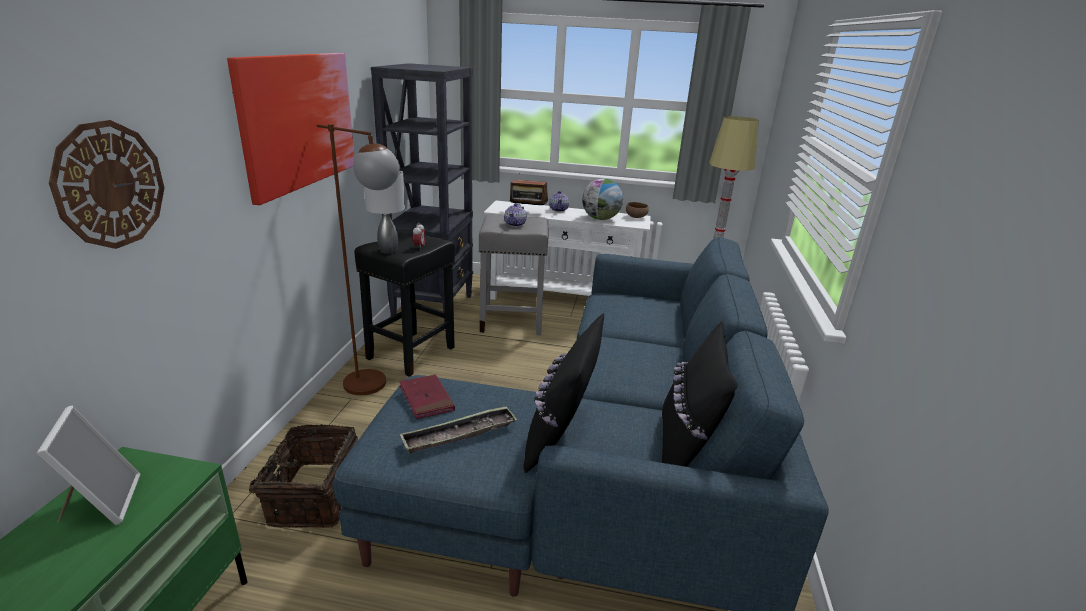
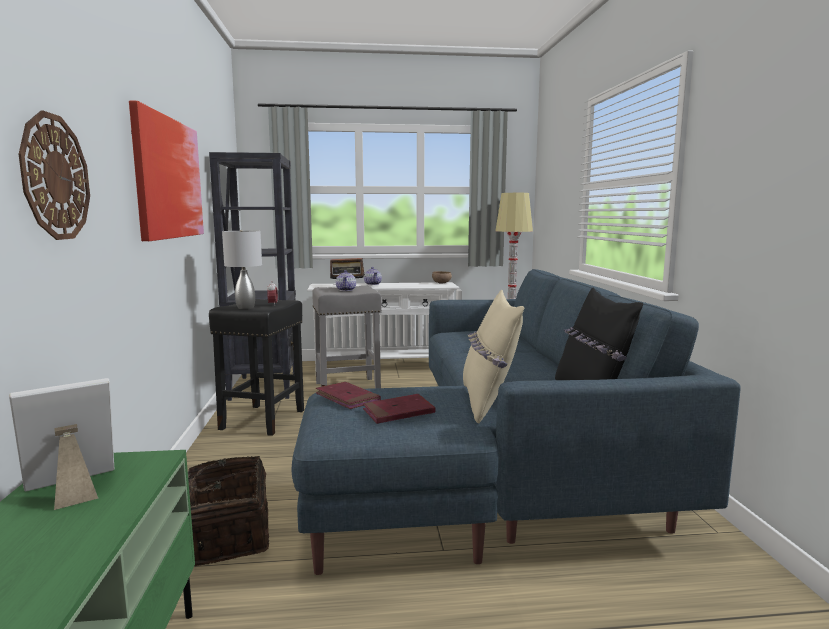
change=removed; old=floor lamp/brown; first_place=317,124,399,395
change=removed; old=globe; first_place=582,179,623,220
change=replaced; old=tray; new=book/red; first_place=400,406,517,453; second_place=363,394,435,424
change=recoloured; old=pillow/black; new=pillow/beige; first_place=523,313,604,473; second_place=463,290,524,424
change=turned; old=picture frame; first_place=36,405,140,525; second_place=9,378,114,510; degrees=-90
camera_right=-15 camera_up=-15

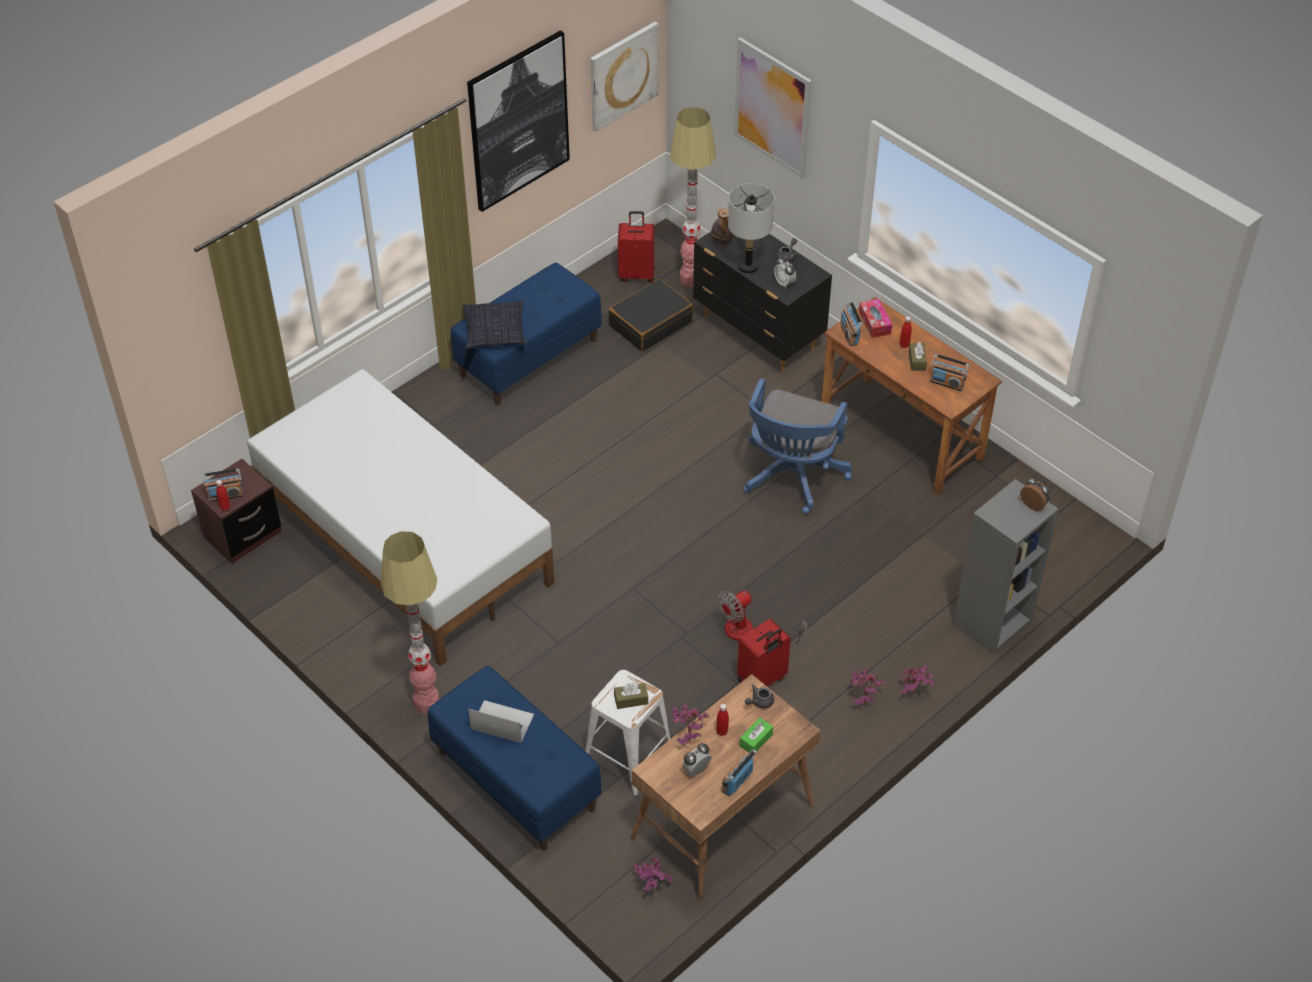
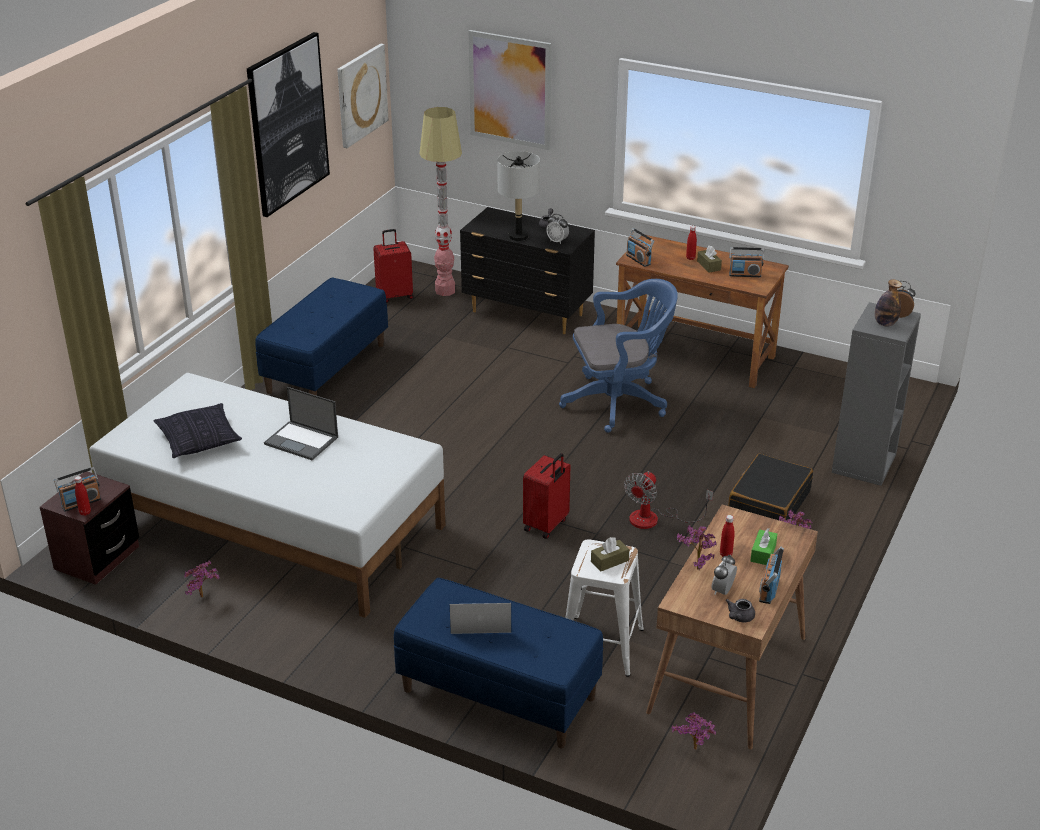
change=removed; old=floor lamp; first_place=381,531,439,714
change=removed; old=tissue box; first_place=859,299,892,338
change=added; new=laptop; second_place=264,387,338,460
change=moved; old=pillow; first_place=462,300,527,349; second_place=154,403,242,458
change=moved; old=suitcase/black; first_place=608,279,693,352; second_place=728,454,813,521
change=moved; old=bottle; first_place=711,208,733,246; second_place=875,279,902,327
change=moved; old=suitcase/red; first_place=737,619,791,687; second_place=523,453,570,539
change=moved; old=teapot/grey; first_place=745,684,774,709; second_place=725,599,755,622
change=moved; old=potted plant; first_place=900,665,934,695; second_place=184,561,220,598
change=turned; old=office chair/blue; first_place=743,378,852,514; second_place=559,279,678,433; degrees=-105
camera_right=-20 camera_up=-15

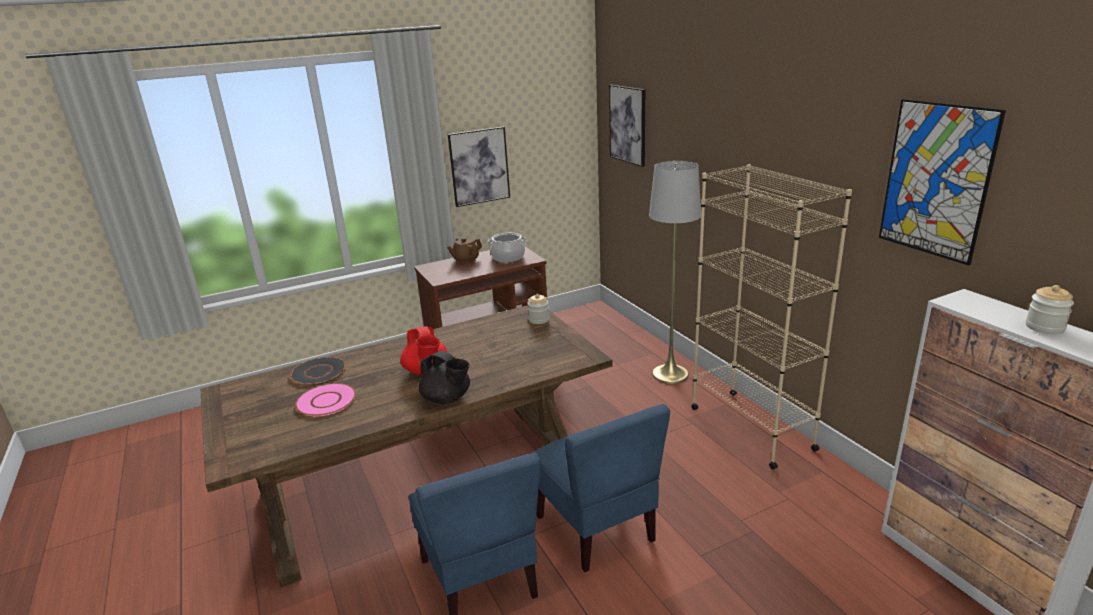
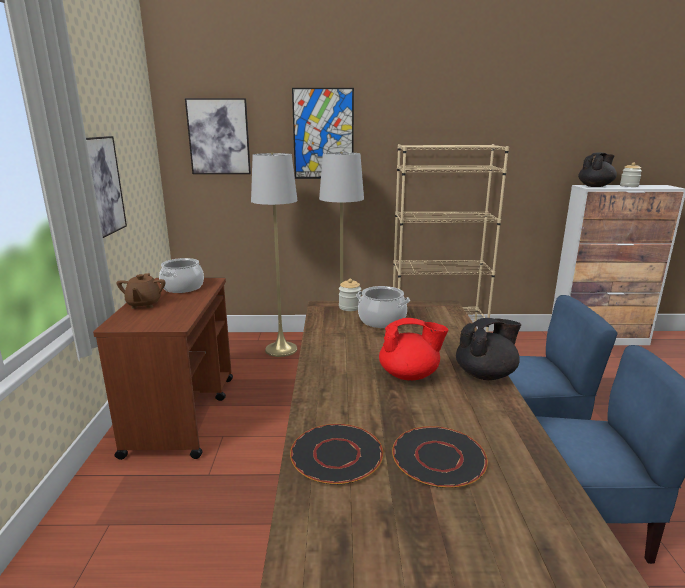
change=added; new=floor lamp/grey; second_place=251,153,298,357
change=added; new=cooking pot; second_place=356,286,410,328
change=added; new=teapot/black; second_place=578,152,617,187
change=moved; old=picture; first_place=879,99,1006,265; second_place=292,88,354,179
change=recoloured; old=plate/pink; new=plate/black; first_place=295,383,356,416; second_place=392,426,488,488
camera_right=-65 camera_up=-5

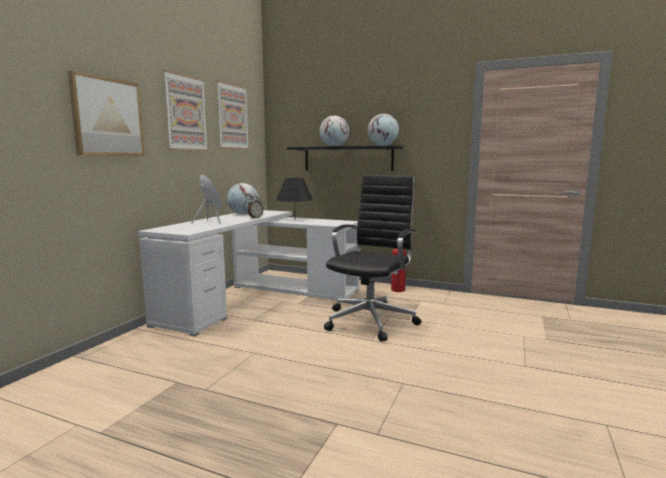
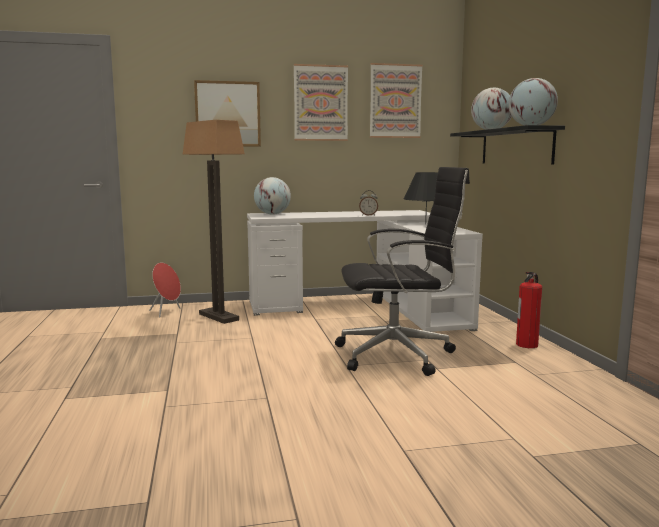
change=added; new=floor lamp; second_place=182,120,245,324
change=moved; old=speaker/red; first_place=191,174,222,224; second_place=149,263,181,318
change=moved; old=globe; first_place=227,183,259,214; second_place=254,177,291,215
camera_right=55 camera_up=0

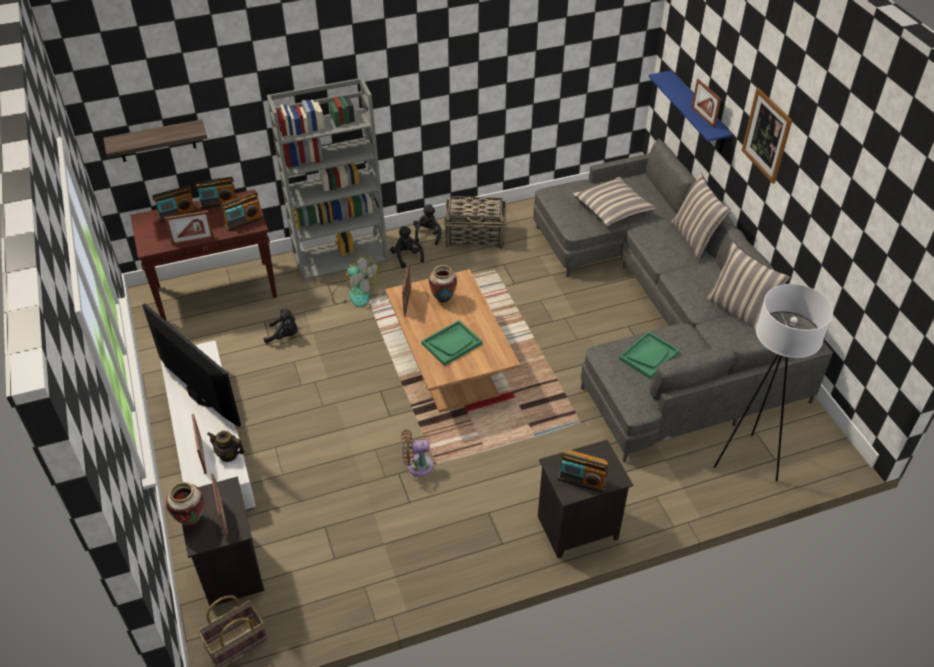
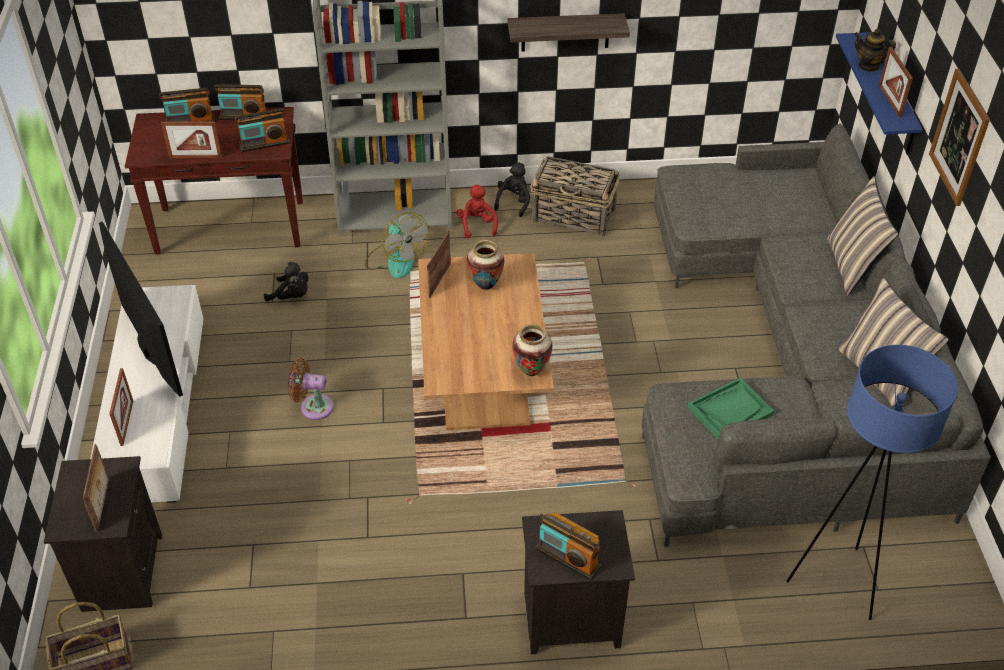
change=removed; old=tray/green; first_place=421,320,482,366
change=removed; old=pillow; first_place=572,177,656,227
change=moved; old=shelf; first_place=104,119,207,162; second_place=508,13,630,51
change=moved; old=vase; first_place=166,482,204,525; second_place=512,324,553,376
change=moved; old=teapot; first_place=207,431,245,462; second_place=854,29,896,72
change=moved; old=fan/brown; first_place=401,430,434,476; second_place=288,358,334,420
change=recoloured; old=plush toy/black; new=plush toy/red; first_place=390,226,424,268; second_place=456,185,498,239
change=recoloured; old=floor lamp/white; new=floor lamp/blue; first_place=714,284,833,481; second_place=786,345,958,620
camera_right=15 camera_up=0

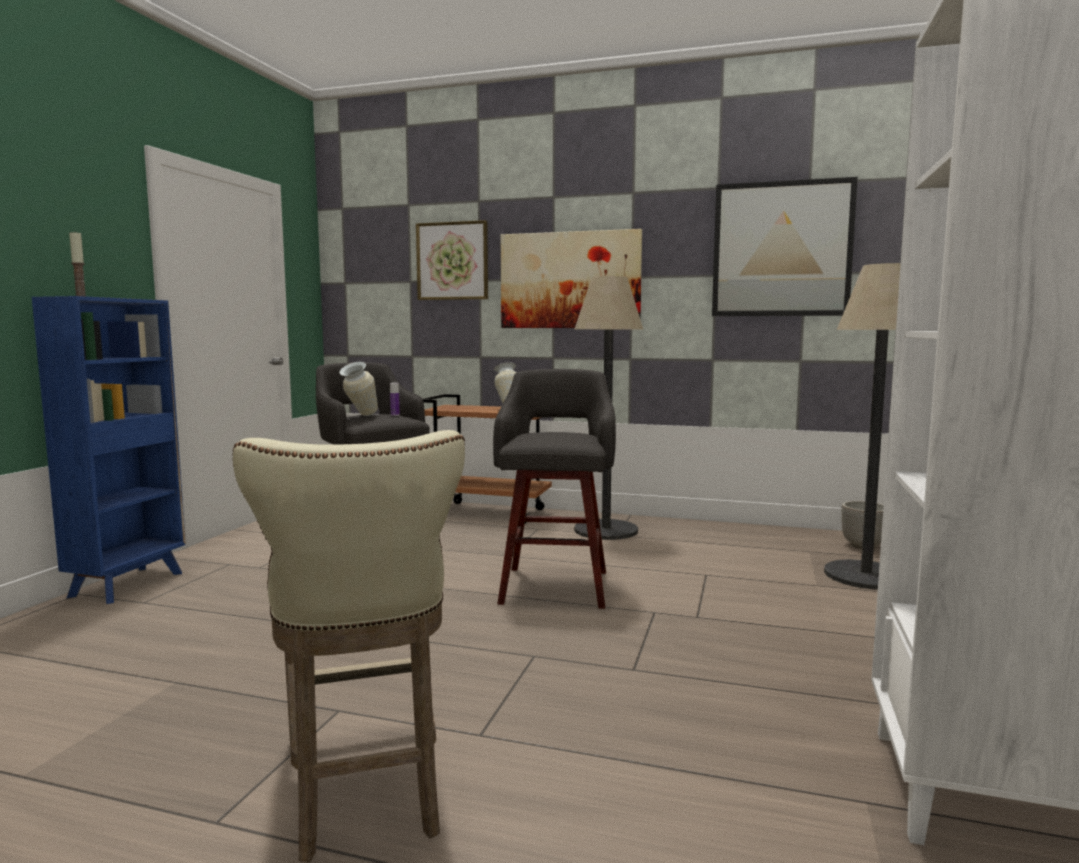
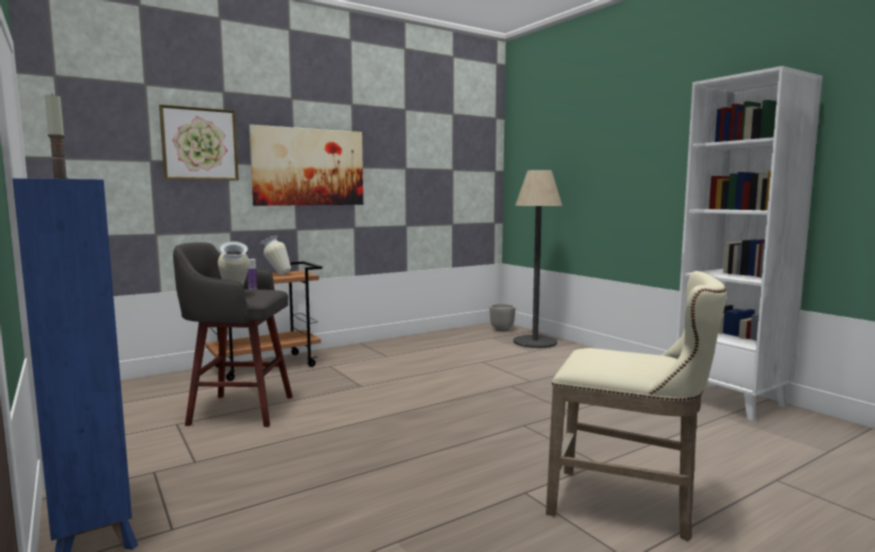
change=removed; old=stool/grey; first_place=493,369,616,609
change=removed; old=floor lamp; first_place=574,276,643,540
change=removed; old=picture; first_place=712,177,858,316
camera_right=-50 camera_up=0

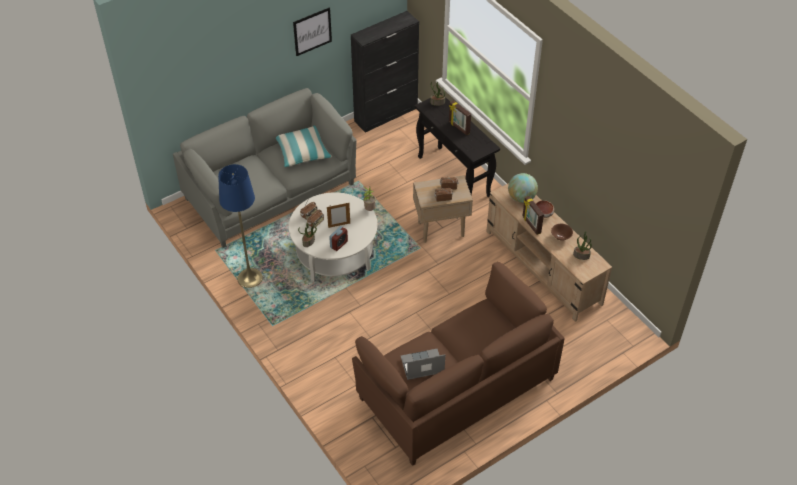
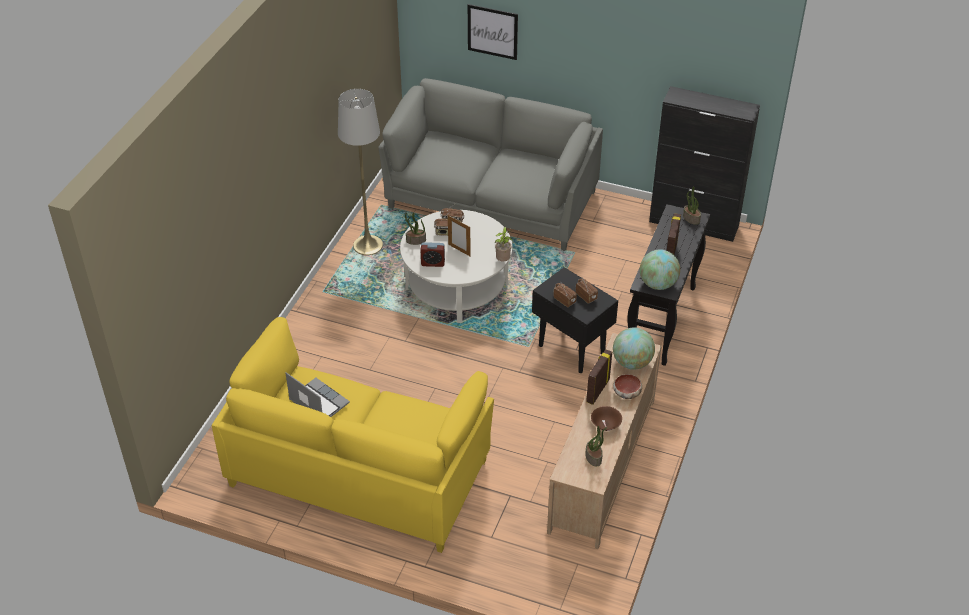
change=removed; old=pillow; first_place=276,125,332,167
change=added; new=globe; second_place=640,249,680,290
change=moved; old=picture; first_place=293,8,332,56; second_place=468,4,518,60
change=recoloured; old=floor lamp/blue; new=floor lamp/grey; first_place=218,164,263,288; second_place=338,89,383,255
change=recoloured; old=sofa/brown; new=sofa/yellow; first_place=352,262,565,466; second_place=212,317,494,553
change=recoloured; old=side table/beige; new=side table/black; first_place=413,175,473,243; second_place=532,267,618,373
camera_right=55 camera_up=-5

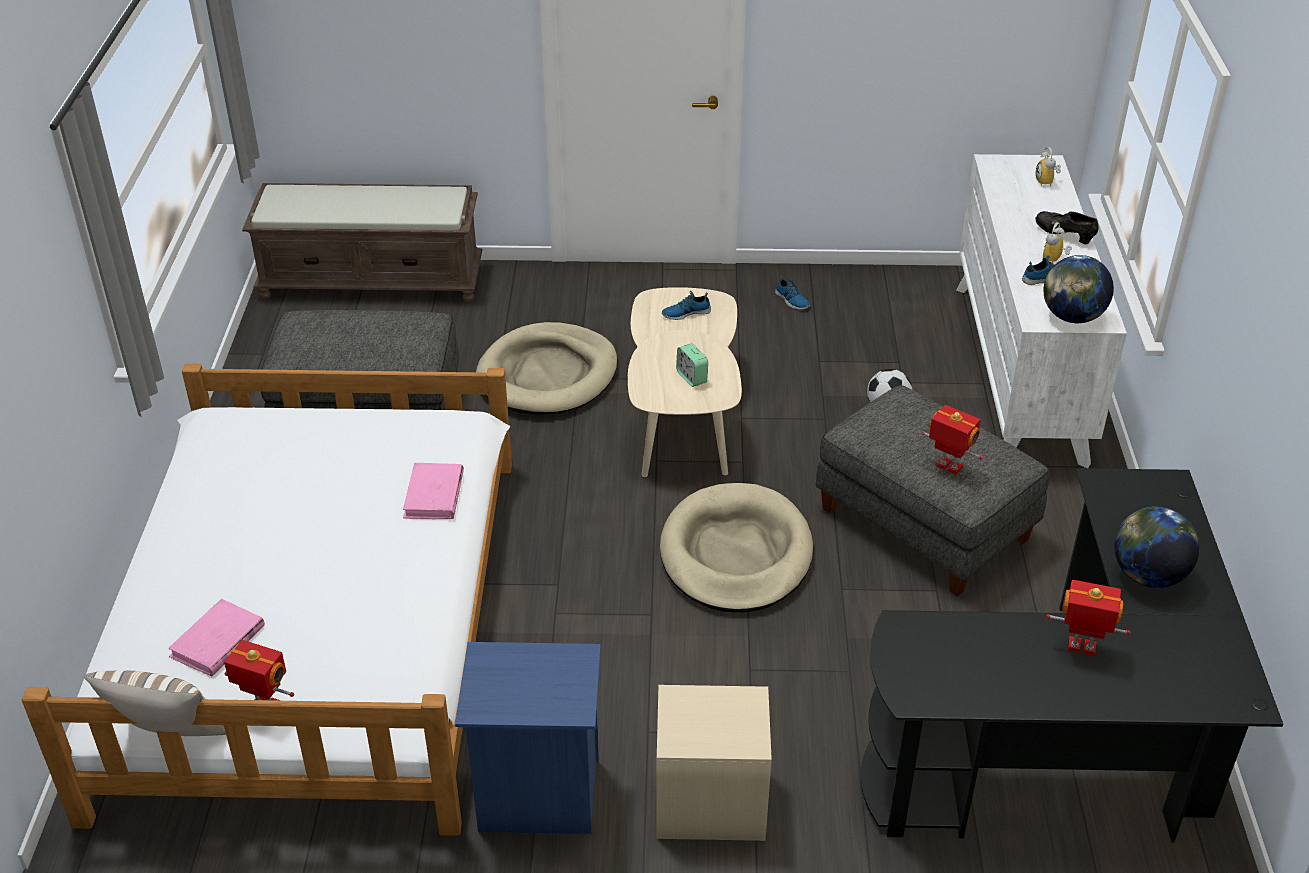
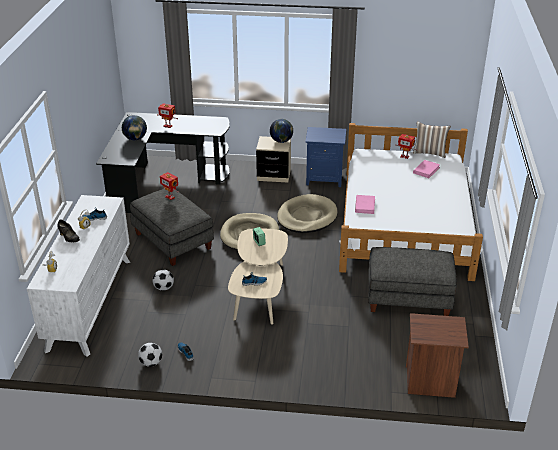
change=added; new=football; second_place=138,343,162,367
change=moved; old=dog bed/beige; first_place=476,322,617,415; second_place=277,194,338,233
change=moved; old=globe; first_place=1044,255,1114,323; second_place=270,119,293,143
change=replaced; old=bench/brown; new=nightstand/brown; first_place=242,183,482,302; second_place=406,313,469,398
camera_right=-175 camera_up=-5

